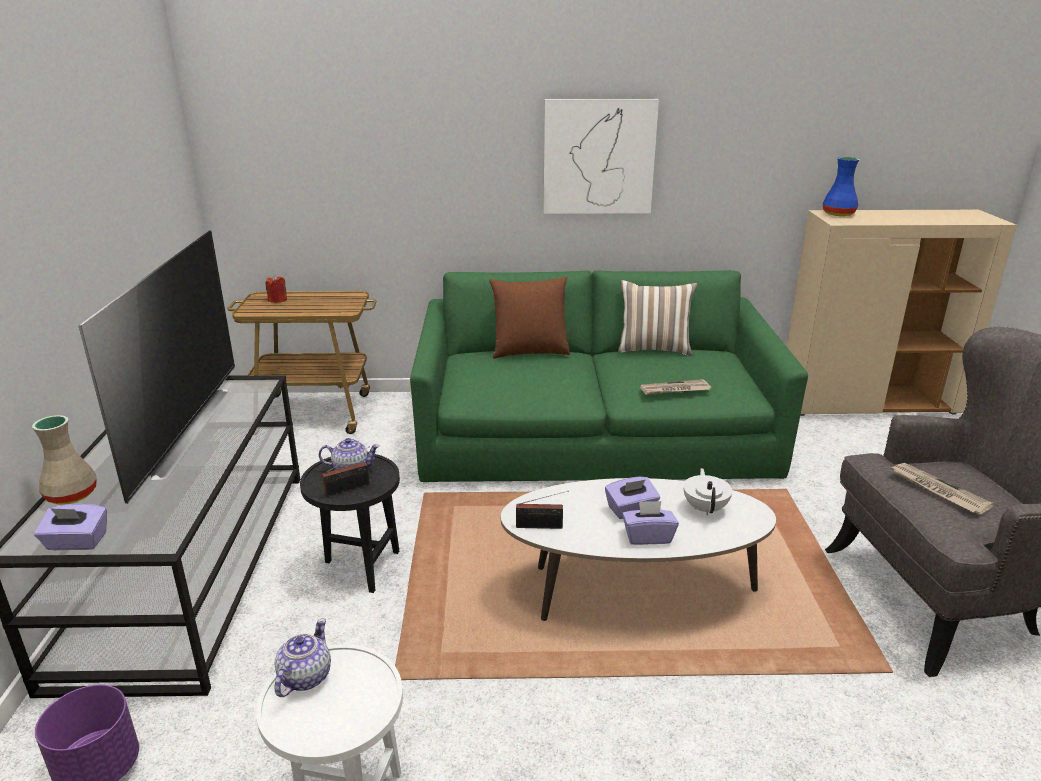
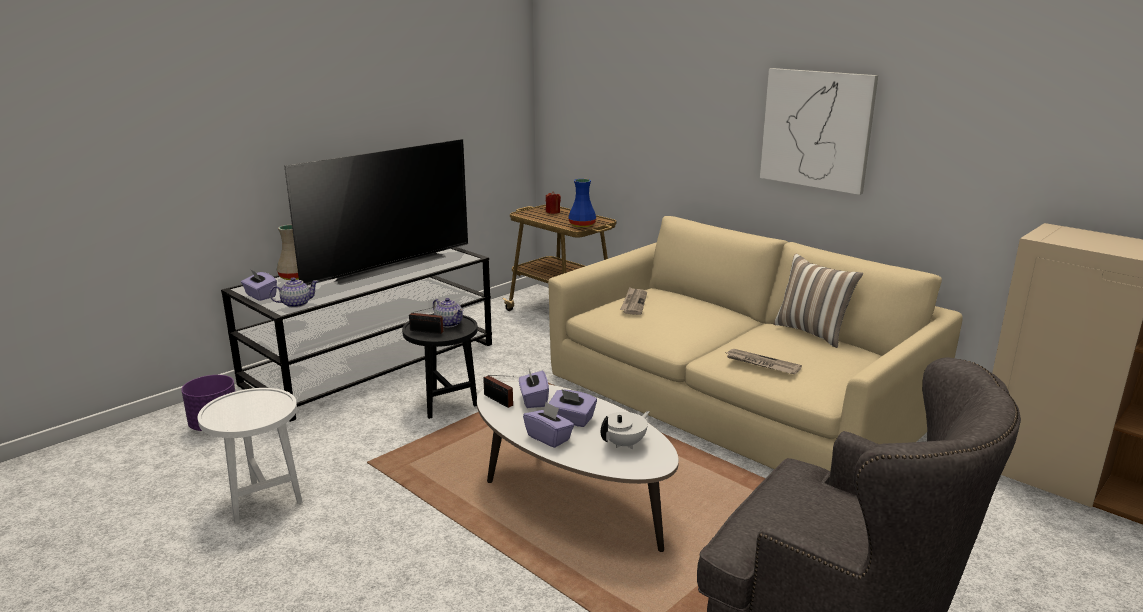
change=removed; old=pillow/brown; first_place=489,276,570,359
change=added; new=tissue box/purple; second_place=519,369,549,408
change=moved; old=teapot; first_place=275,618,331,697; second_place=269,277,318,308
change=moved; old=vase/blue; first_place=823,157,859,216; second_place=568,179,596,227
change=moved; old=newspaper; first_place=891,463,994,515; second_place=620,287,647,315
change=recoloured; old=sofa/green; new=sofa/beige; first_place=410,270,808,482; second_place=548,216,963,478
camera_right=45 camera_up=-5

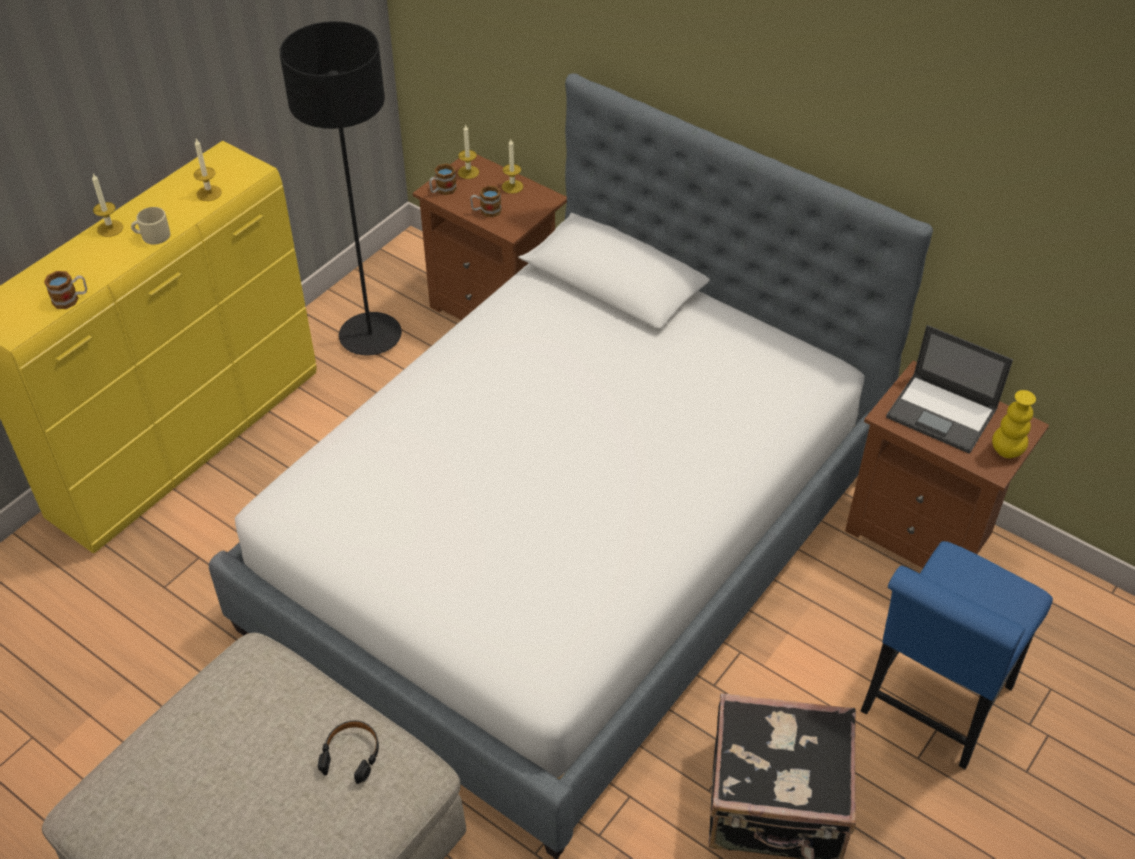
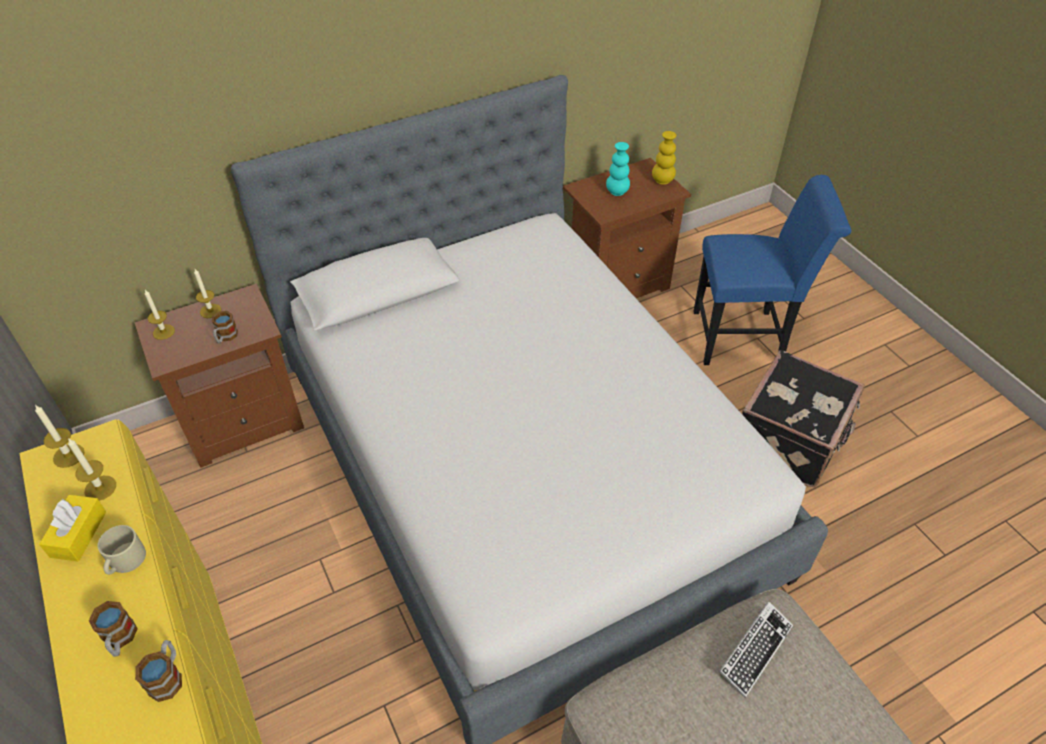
change=removed; old=floor lamp/black; first_place=280,21,402,356
change=added; new=tissue box/yellow; second_place=39,495,106,561
change=moved; old=candle; first_place=92,174,123,237; second_place=35,405,85,468
change=moved; old=mug; first_place=429,163,457,195; second_place=89,601,138,657
change=replaced; old=headphones/black; new=keyboard; first_place=318,721,379,784; second_place=719,602,793,698
change=replaced; old=laptop; new=vase/turquoise; first_place=886,325,1013,454; second_place=606,142,630,196
change=turned; old=chair/blue; first_place=861,541,1053,769; second_place=693,175,851,365; degrees=-60
camera_right=-65 camera_up=0

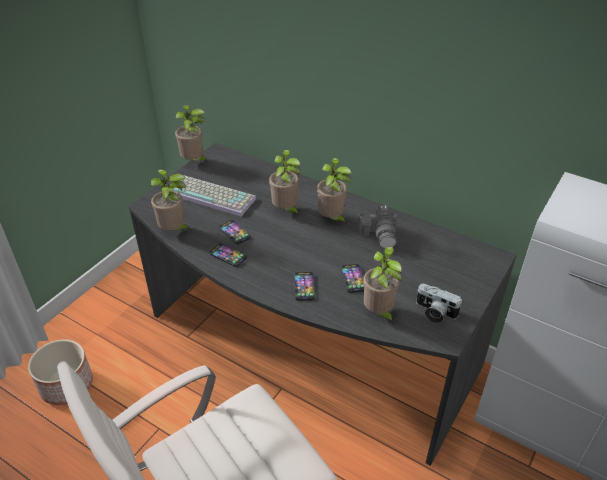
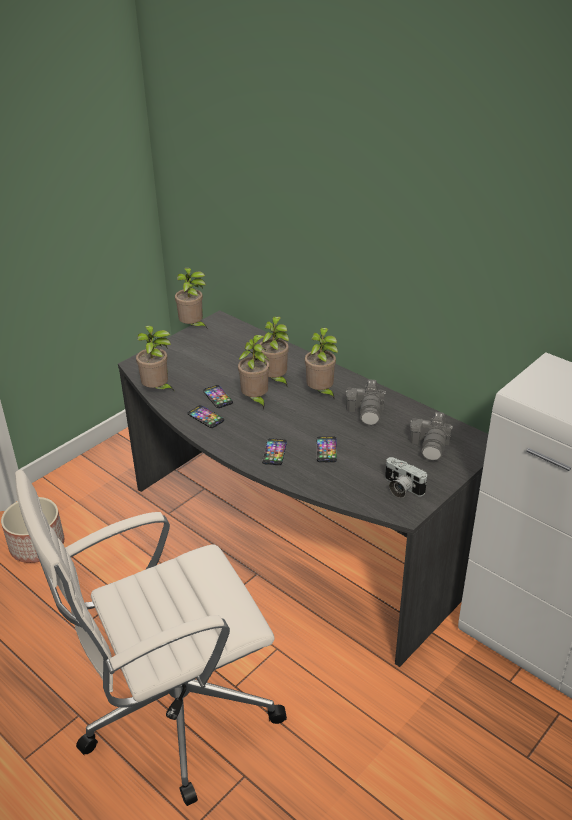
change=removed; old=keyboard; first_place=172,175,256,216
change=added; new=photo camera; second_place=409,412,453,461
change=moved; old=potted plant; first_place=363,247,402,325; second_place=238,335,270,410
camera_right=10 camera_up=-5

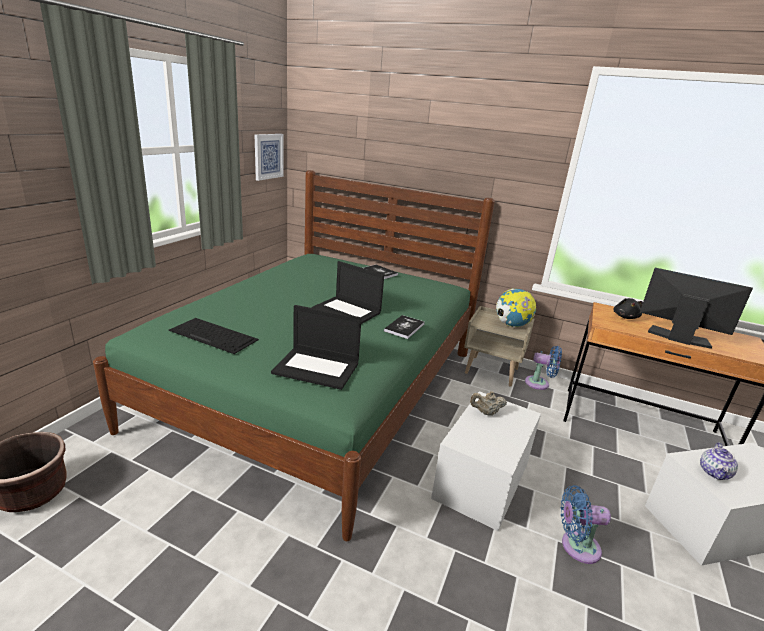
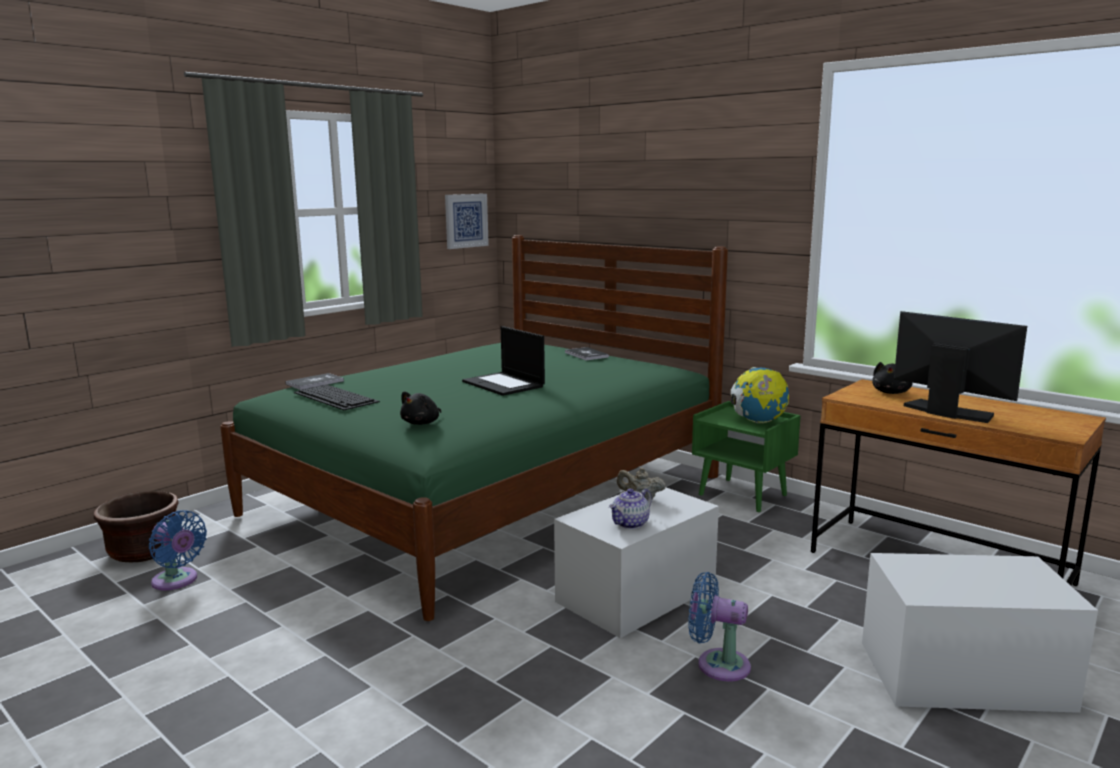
change=moved; old=book; first_place=384,315,425,339; second_place=286,373,344,390
change=moved; old=fan/blue; first_place=525,346,562,390; second_place=149,510,207,590
change=moved; old=teapot; first_place=700,442,738,480; second_place=609,489,652,529
change=replaced; old=laptop; new=plush toy/black; first_place=271,305,362,390; second_place=400,391,441,425
change=recoloured; old=nightstand/beige; new=nightstand/green; first_place=464,306,534,387; second_place=692,401,801,512
camera_right=20 camera_up=-10

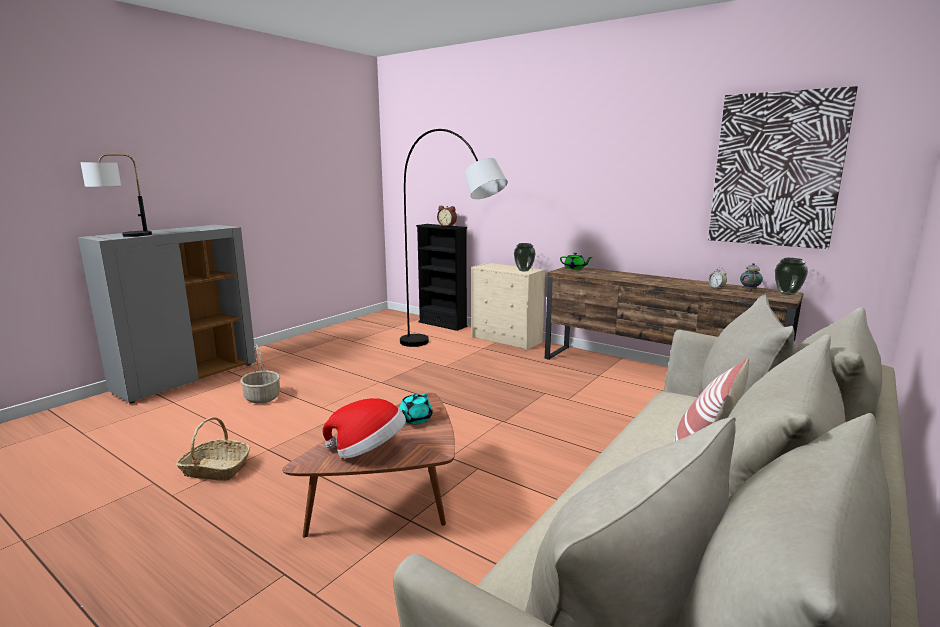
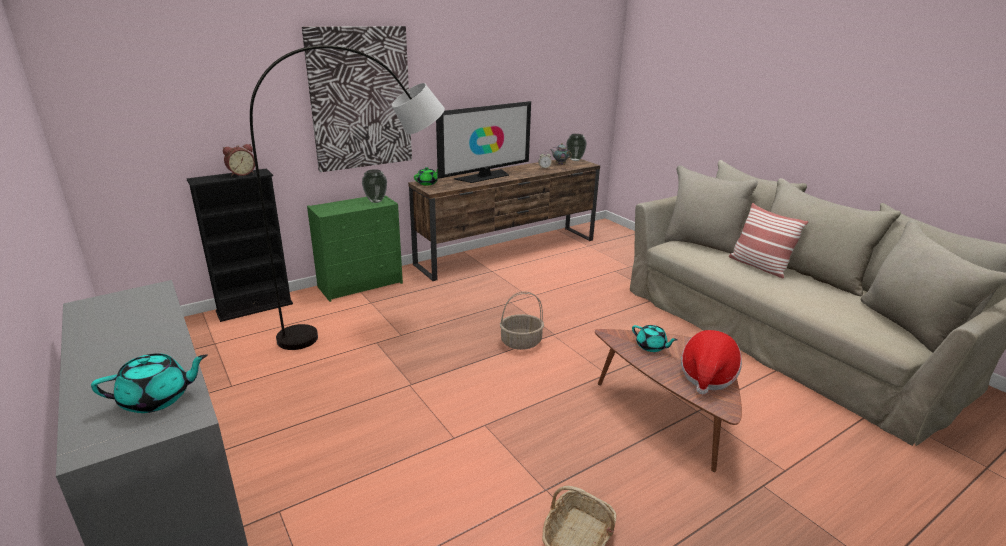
change=added; new=television; second_place=436,101,531,183
change=moved; old=basket; first_place=240,345,280,404; second_place=500,291,544,350
change=moved; old=picture; first_place=708,86,858,249; second_place=302,26,412,172
change=replaced; old=table lamp; new=teapot/turquoise; first_place=80,154,152,237; second_place=91,353,208,413
change=recoloured; old=dresser/beige; new=dresser/green; first_place=471,262,545,350; second_place=307,195,403,302
camera_right=-70 camera_up=10

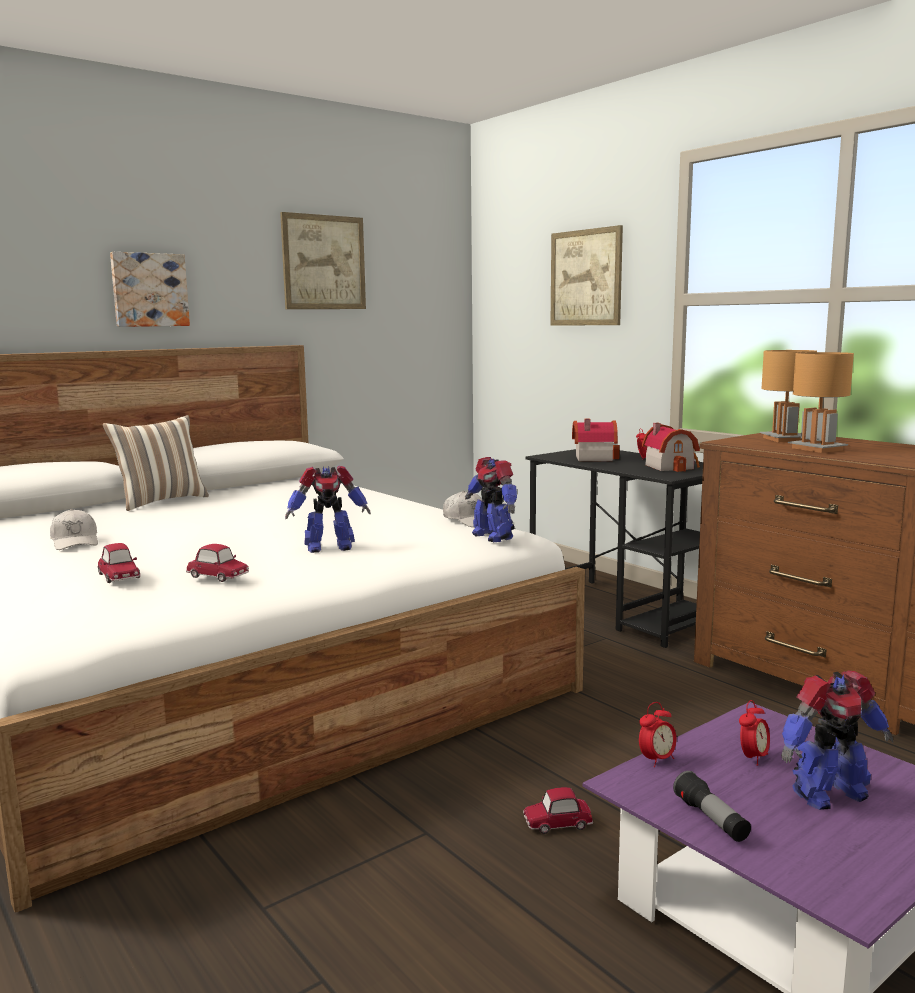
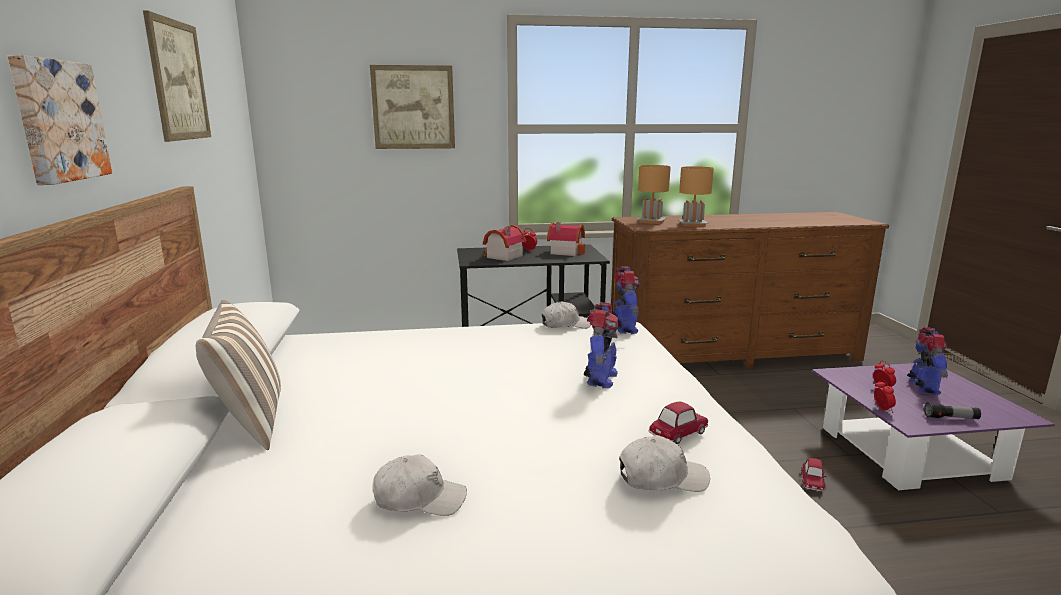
change=replaced; old=toy car; new=cap/white; first_place=98,543,140,583; second_place=619,435,710,492
change=turned; old=toy robot; first_place=465,457,517,542; second_place=613,266,640,334; degrees=-90
camera_right=-60 camera_up=5

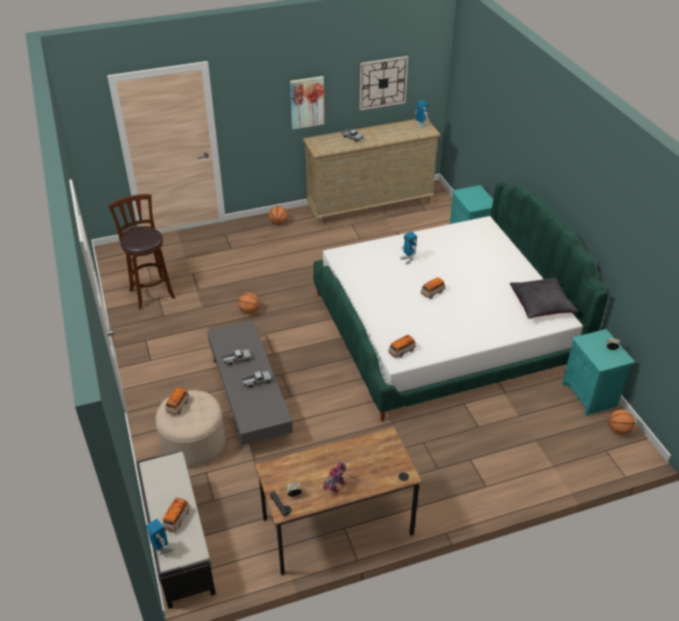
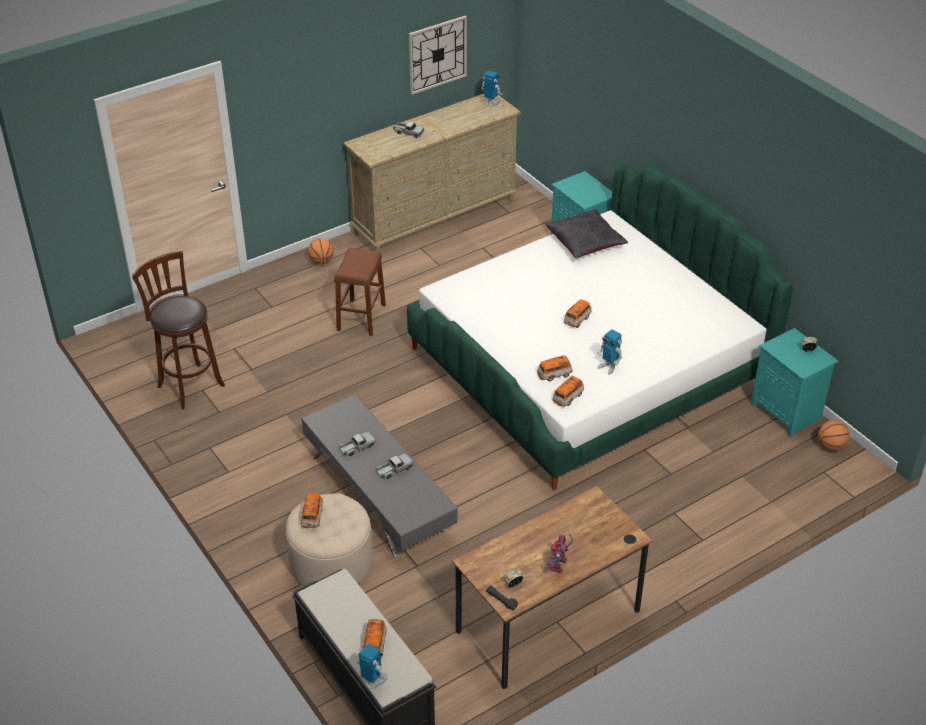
change=removed; old=basketball; first_place=238,292,260,314
change=removed; old=picture; first_place=290,76,324,129
change=added; new=stool/brown; second_place=334,248,386,336
change=added; new=toy car; second_place=537,355,573,381
change=moved; old=toy robot; first_place=400,232,417,265; second_place=598,329,622,375
change=moved; old=pillow/black; first_place=509,277,578,319; second_place=545,209,628,258
camera_right=-15 camera_up=0

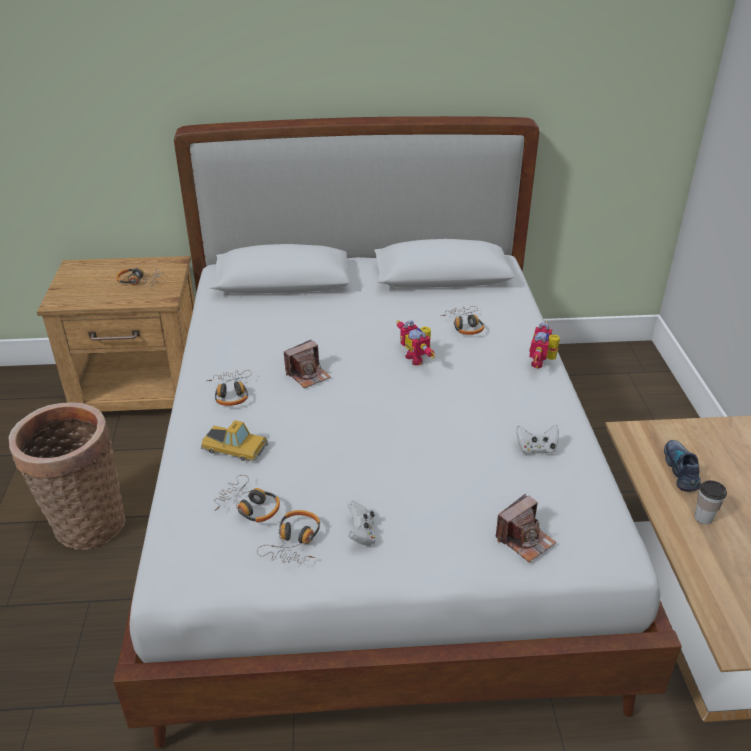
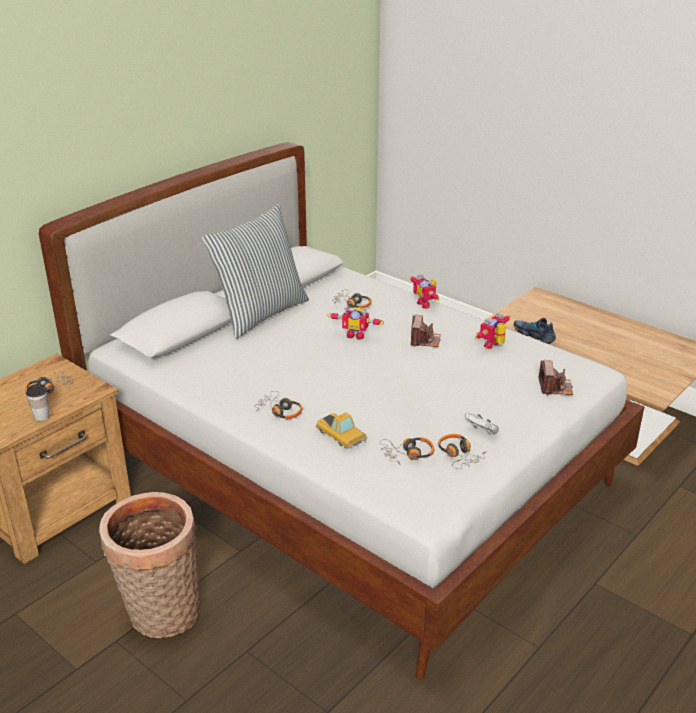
change=added; new=pillow; second_place=202,203,309,339
change=moved; old=photo camera; first_place=284,340,331,388; second_place=411,315,441,347
change=moved; old=cup; first_place=695,480,727,524; second_place=26,384,49,421
change=replaced; old=game controller/white; new=toy robot; first_place=516,425,559,454; second_place=475,313,510,349
change=turned; old=toy car; first_place=201,420,268,462; second_place=316,412,367,449; degrees=75
camera_right=-45 camera_up=-5

